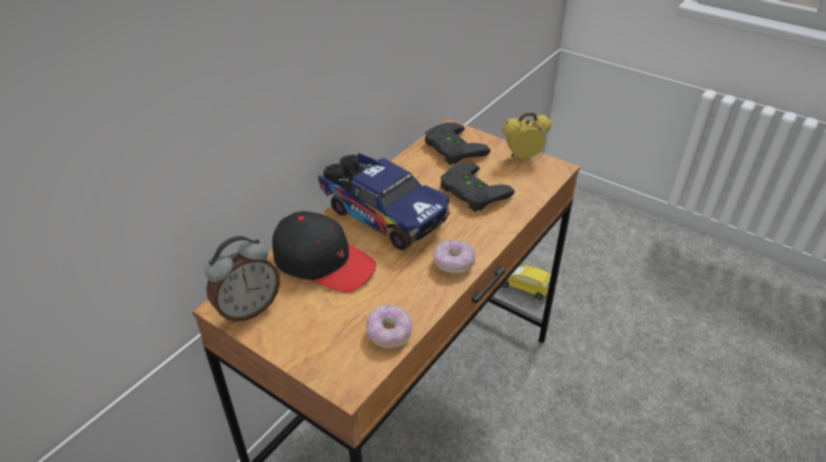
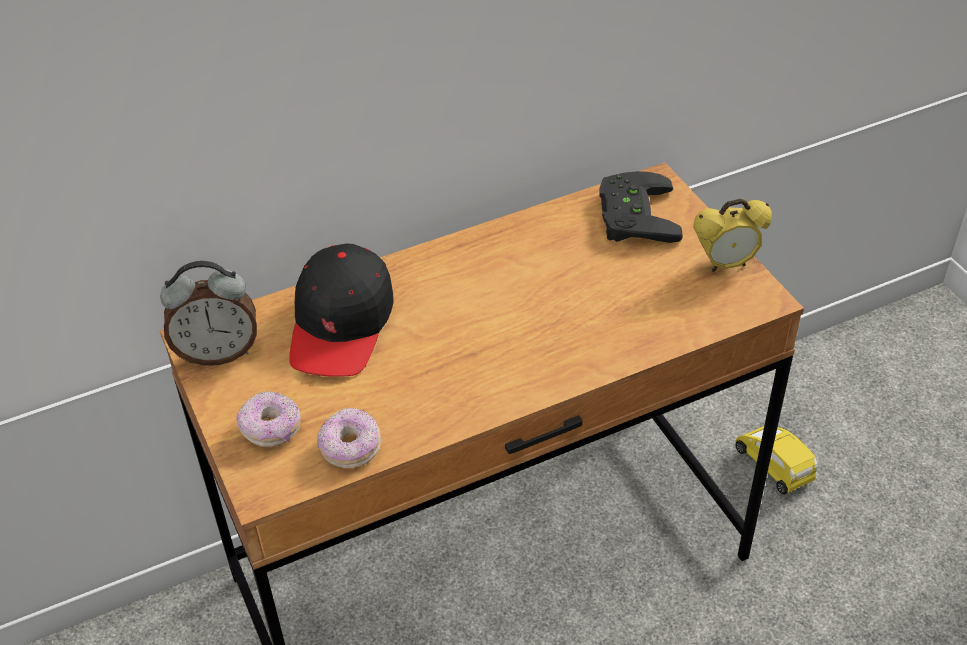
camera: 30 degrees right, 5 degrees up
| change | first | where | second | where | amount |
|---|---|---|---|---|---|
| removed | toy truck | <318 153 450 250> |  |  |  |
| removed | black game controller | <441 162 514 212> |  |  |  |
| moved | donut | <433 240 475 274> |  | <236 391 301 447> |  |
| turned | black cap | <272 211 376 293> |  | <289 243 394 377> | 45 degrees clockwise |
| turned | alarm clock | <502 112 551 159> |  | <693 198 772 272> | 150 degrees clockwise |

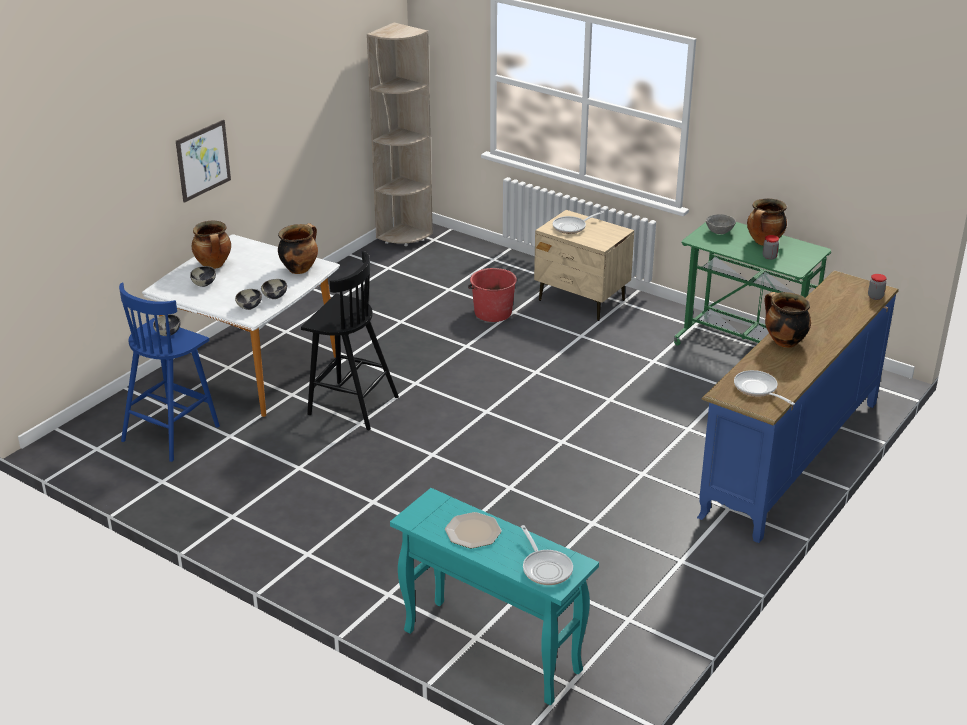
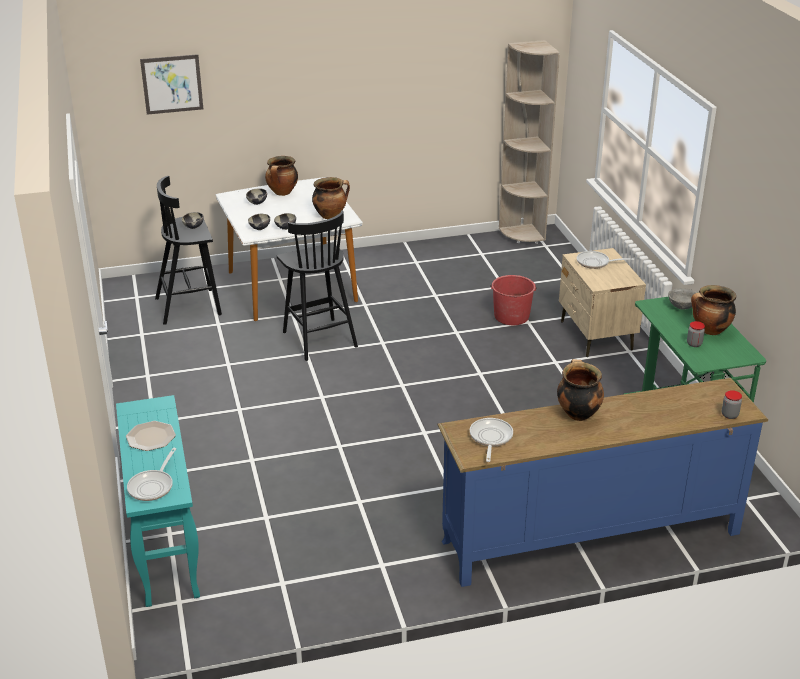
camera: 40 degrees right, 0 degrees up
| change | first | where | second | where | amount |
|---|---|---|---|---|---|
| moved | picture | <176 120 231 203> |  | <140 54 203 115> |  |
| recoloured | blue stool | <119 283 220 462> | black stool | <155 176 222 325> |  |

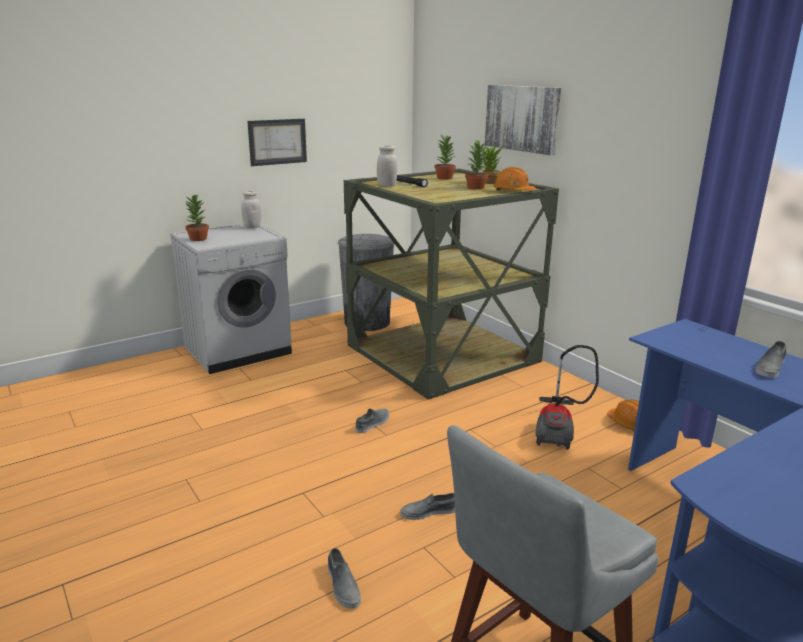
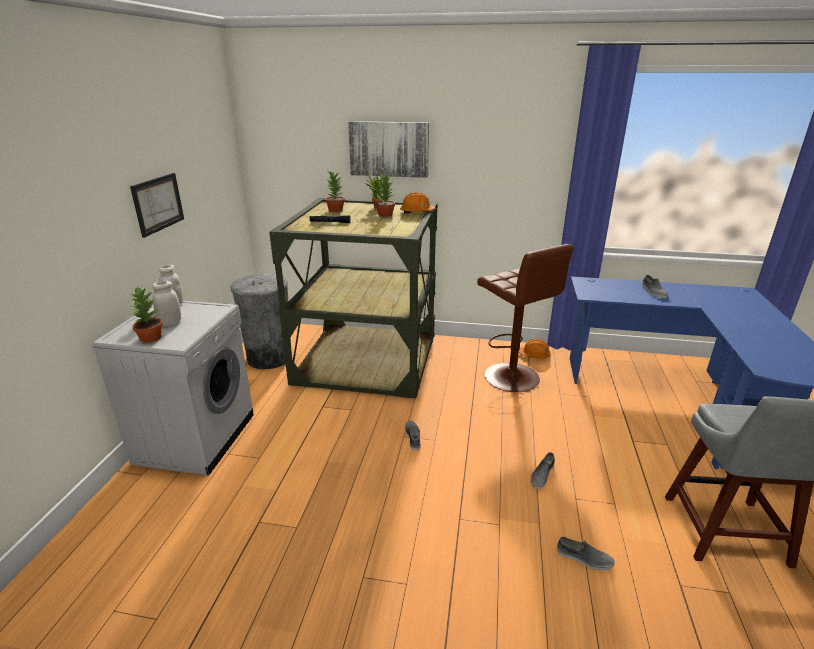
camera: 45 degrees left, 5 degrees up
| change | first | where | second | where | amount |
|---|---|---|---|---|---|
| moved | white jar | <377 146 397 186> |  | <152 281 181 326> |  |
| replaced | vacuum cleaner | <535 345 599 450> | brown stool | <477 244 574 392> |  |

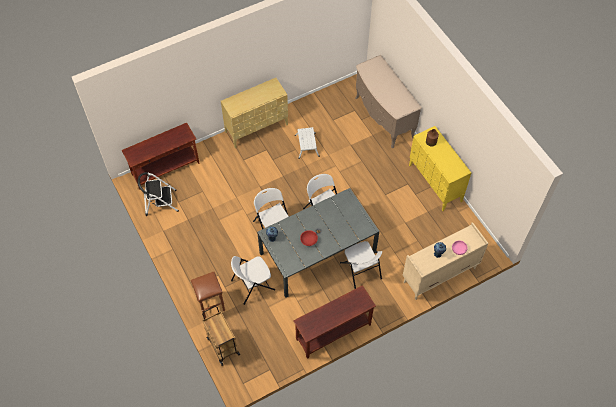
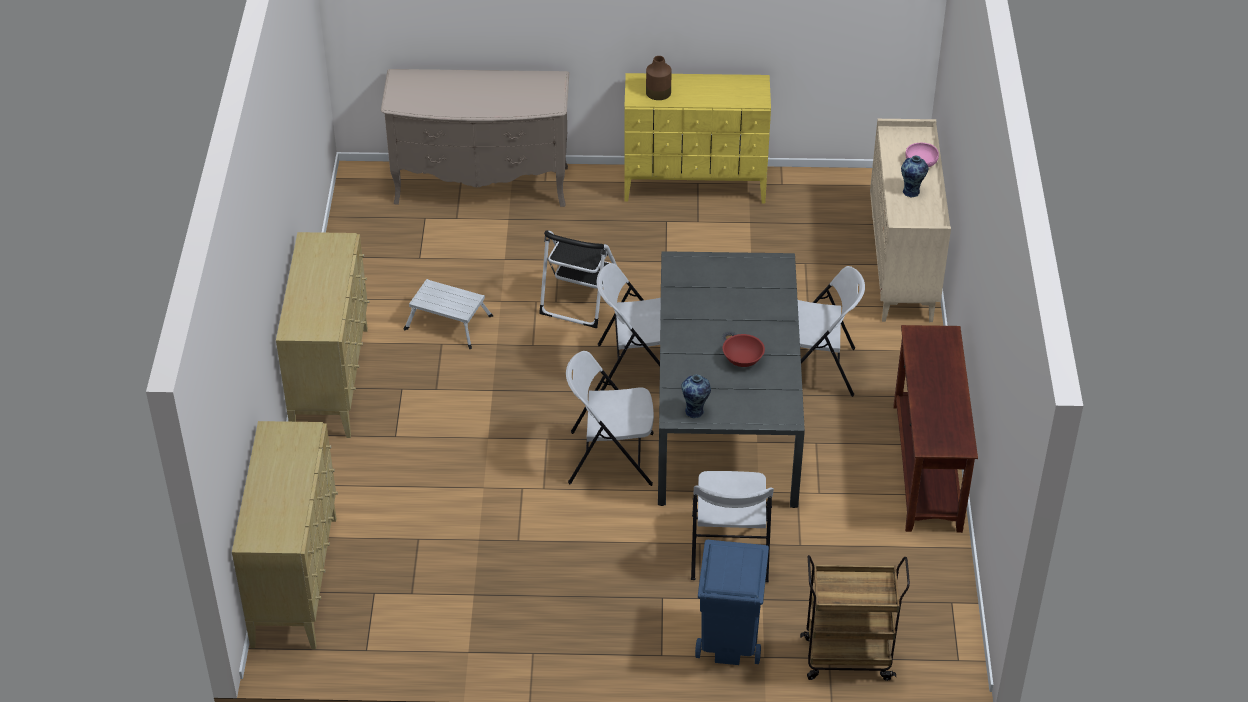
camera: 60 degrees left, 15 degrees down
| change | first | where | second | where | amount |
|---|---|---|---|---|---|
| moved | step ladder | <138 172 179 216> |  | <539 230 617 328> |  |
| replaced | brown console table | <122 123 200 190> | beige dresser | <232 421 338 649> |  |
| replaced | brown stool | <191 272 225 318> | blue trash can | <695 540 769 665> |  |

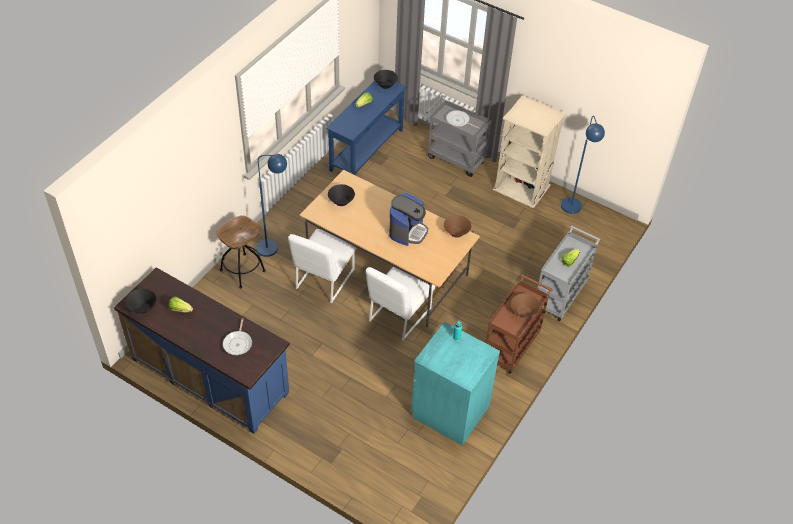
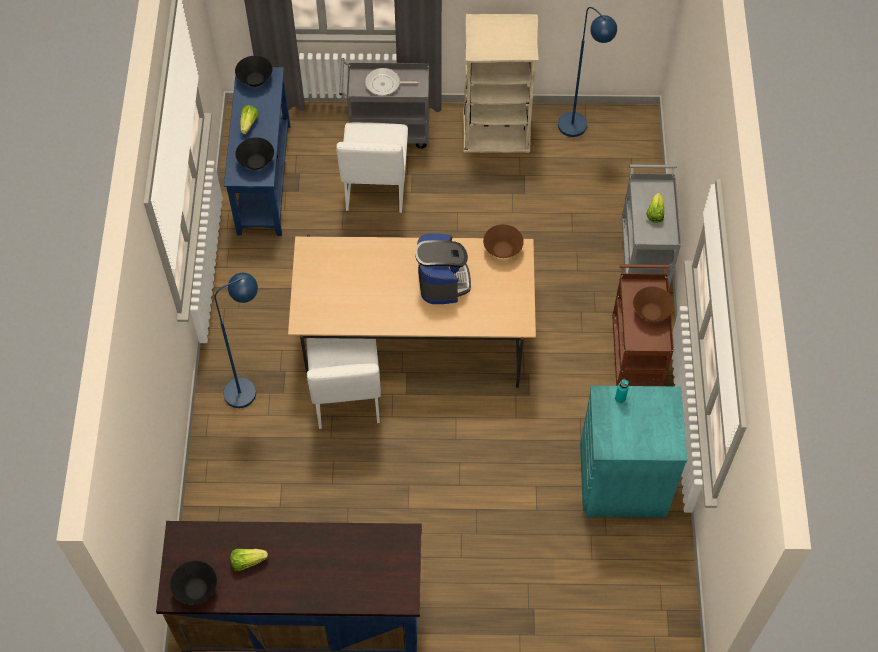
camera: 30 degrees left, 10 degrees up
| change | first | where | second | where | amount |
|---|---|---|---|---|---|
| removed | brown stool | <216 215 266 289> |  |  |  |
| removed | frying pan | <223 318 252 355> |  |  |  |
| moved | black bowl | <328 184 355 206> |  | <235 137 274 170> |  |
| moved | white chair | <366 266 435 341> |  | <336 122 408 213> |  |

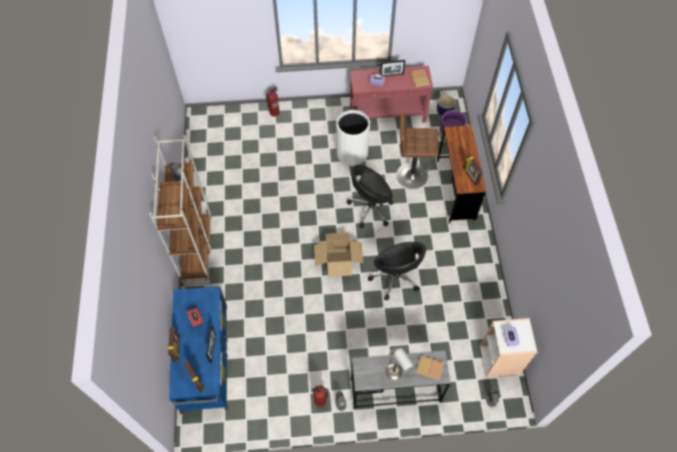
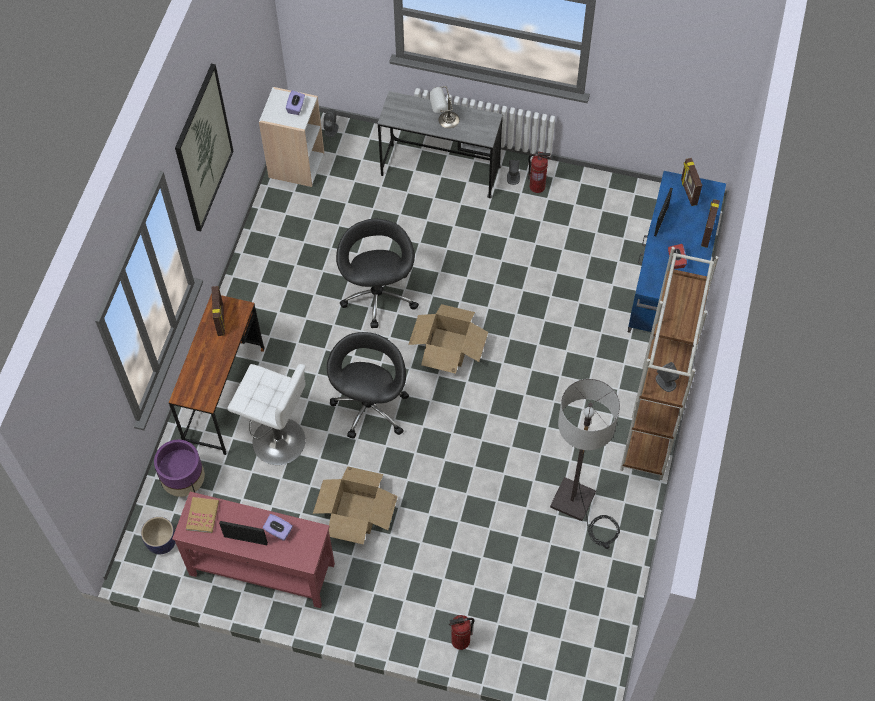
camera: 160 degrees left, 0 degrees up
| change | first | where | second | where | amount |
|---|---|---|---|---|---|
| removed | book | <416 356 444 380> |  |  |  |
| added |  |  | picture | <175 64 233 231> |  |
| added |  |  | floor lamp | <550 379 620 549> |  |
| replaced | white trash can | <336 110 370 166> | cardboard box | <313 466 398 545> |  |
| recoloured | brown stool | <396 113 438 189> | white stool | <227 364 306 465> |  |
| turned | black office chair | <347 165 393 228> |  | <327 332 409 439> | 60 degrees counterclockwise |

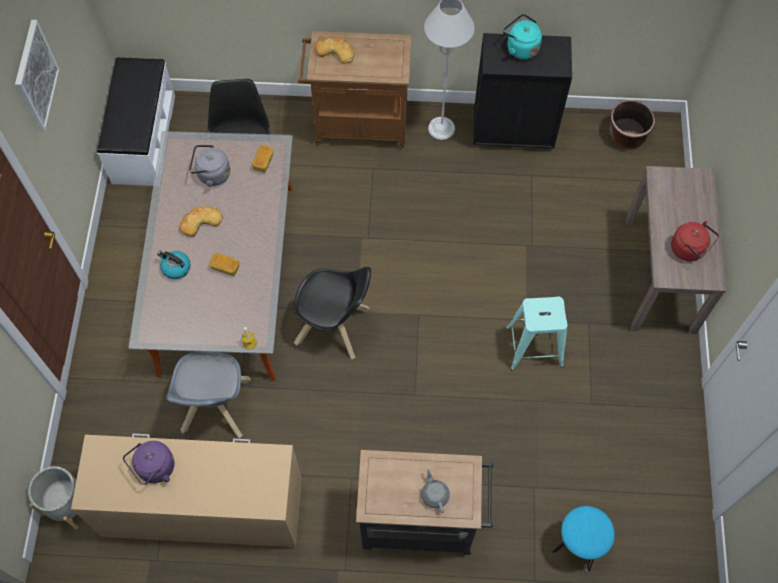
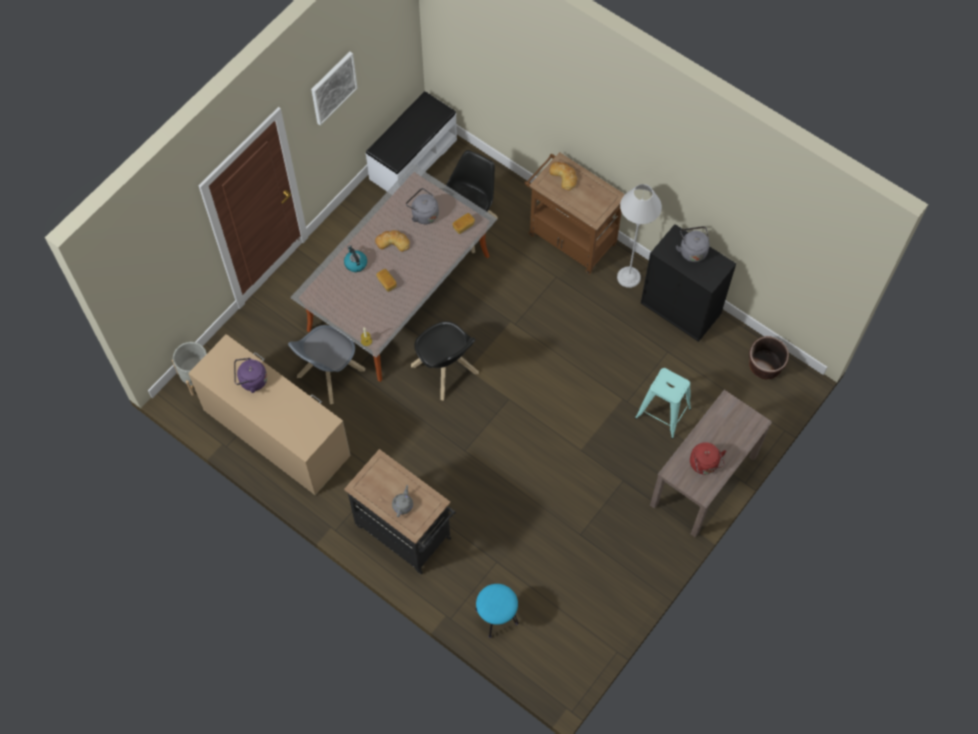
camera: 35 degrees right, 0 degrees up
| change | first | where | second | where | amount |
|---|---|---|---|---|---|
| moved | turquoise stool | <506 297 567 370> |  | <635 368 691 439> |  |
| recoloured | turquoise kettle | <503 14 542 60> | grey kettle | <676 226 710 262> |  |

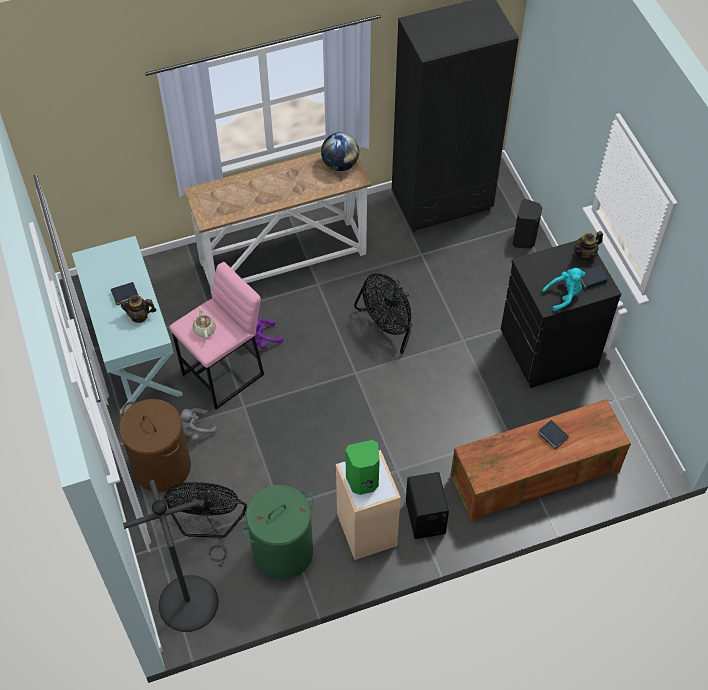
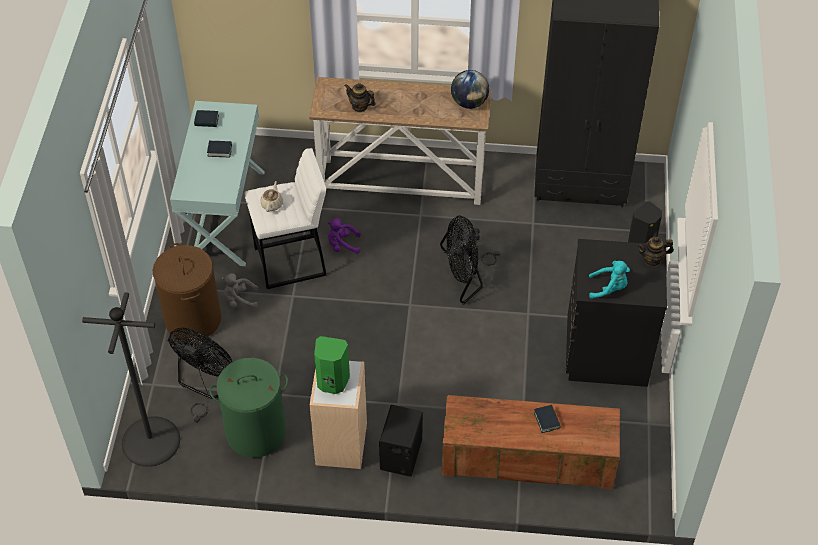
camera: 25 degrees right, 5 degrees down
| change | first | where | second | where | amount |
|---|---|---|---|---|---|
| moved | teapot | <118 295 156 323> |  | <344 83 376 112> |  |
| moved | book | <580 266 608 289> |  | <194 110 219 127> |  |
| recoloured | pink stool | <170 262 264 410> | white stool | <245 148 326 289> |  |

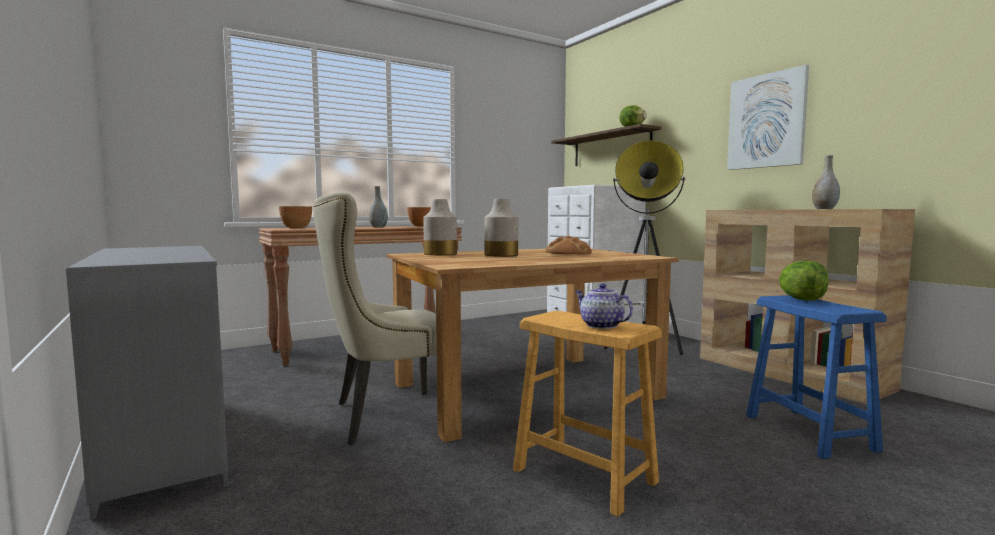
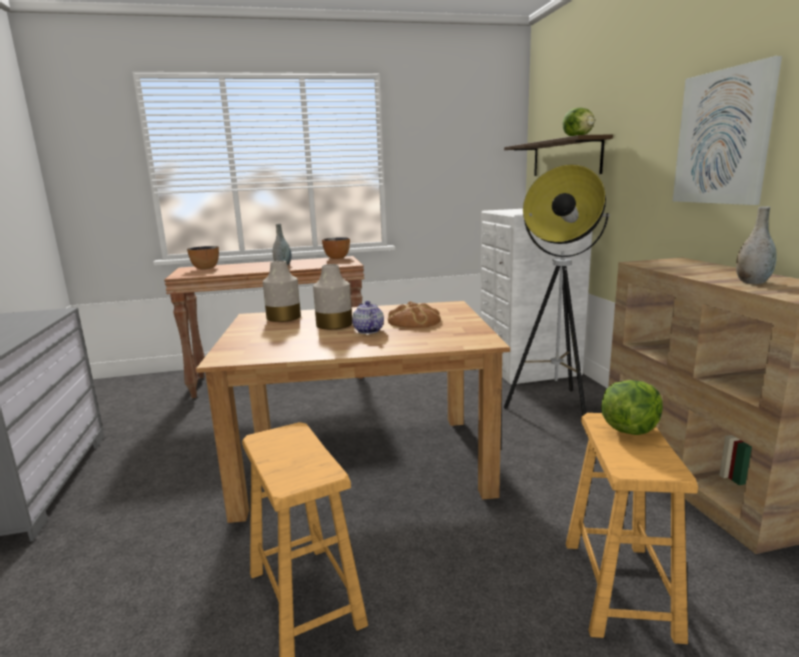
camera: 20 degrees right, 10 degrees up
| change | first | where | second | where | amount |
|---|---|---|---|---|---|
| removed | beige chair | <313 192 437 445> |  |  |  |
| moved | teapot | <575 284 633 329> |  | <352 301 384 334> |  |
| recoloured | blue stool | <746 295 887 459> | brown stool | <566 413 698 644> |  |

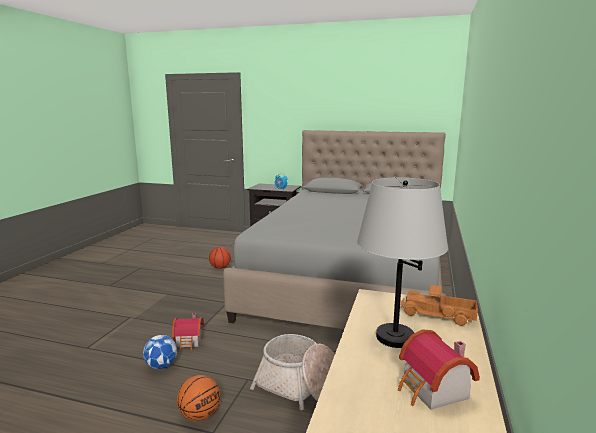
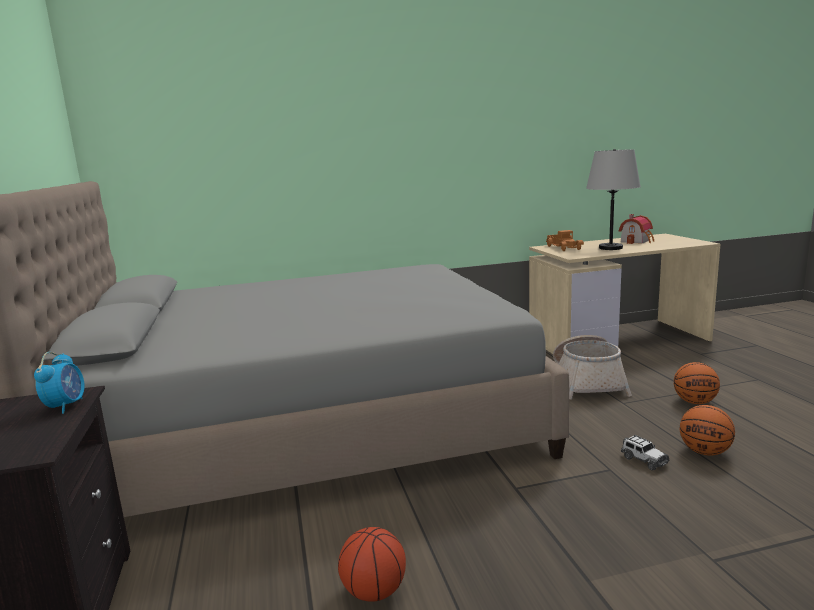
camera: 120 degrees left, 0 degrees up
| change | first | where | second | where | amount |
|---|---|---|---|---|---|
| replaced | football | <143 335 177 369> | basketball | <680 405 735 456> |  |
| replaced | toy house | <172 313 204 351> | toy car | <621 435 670 470> |  |

